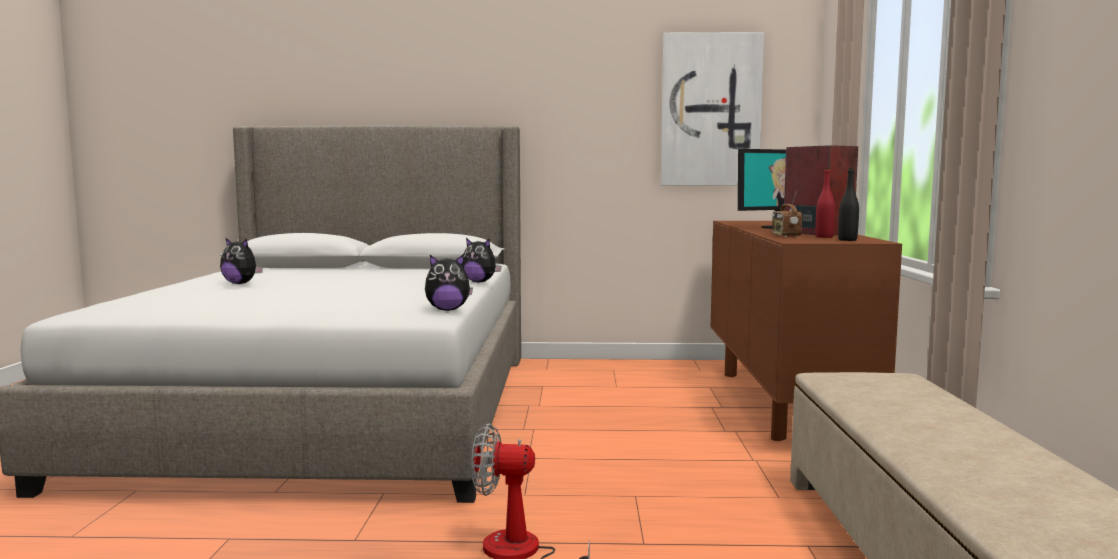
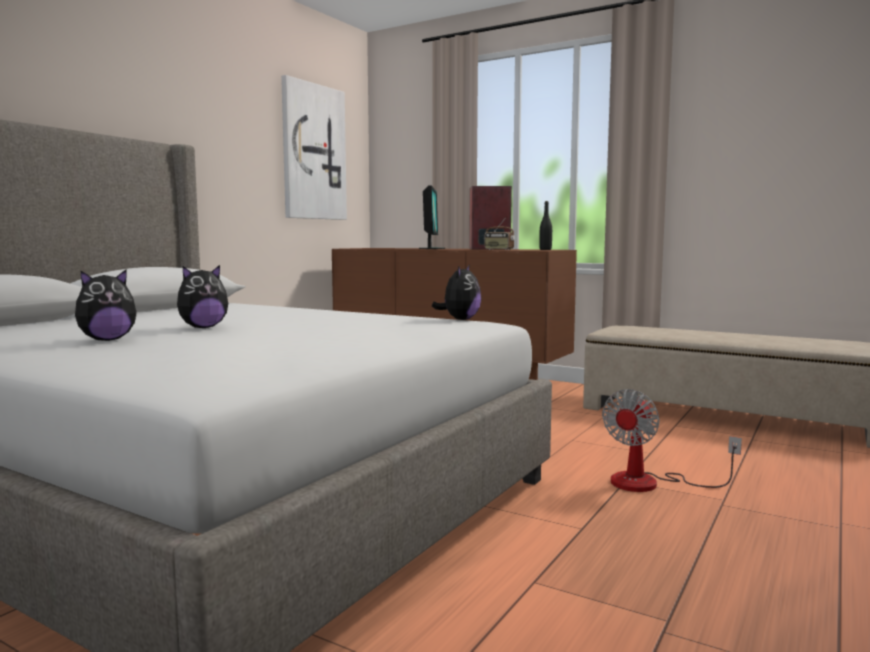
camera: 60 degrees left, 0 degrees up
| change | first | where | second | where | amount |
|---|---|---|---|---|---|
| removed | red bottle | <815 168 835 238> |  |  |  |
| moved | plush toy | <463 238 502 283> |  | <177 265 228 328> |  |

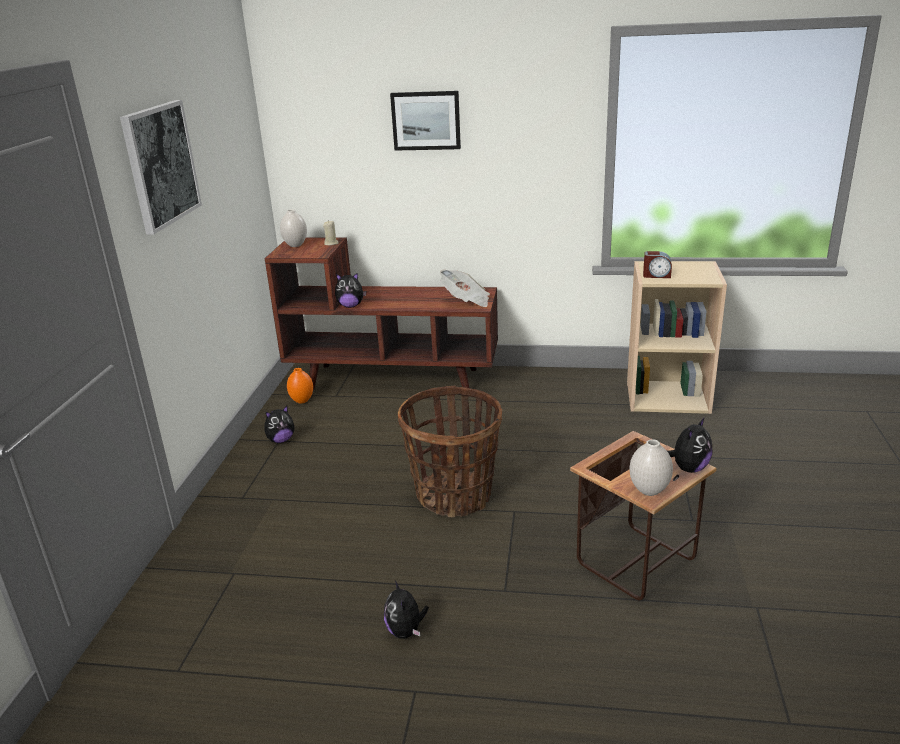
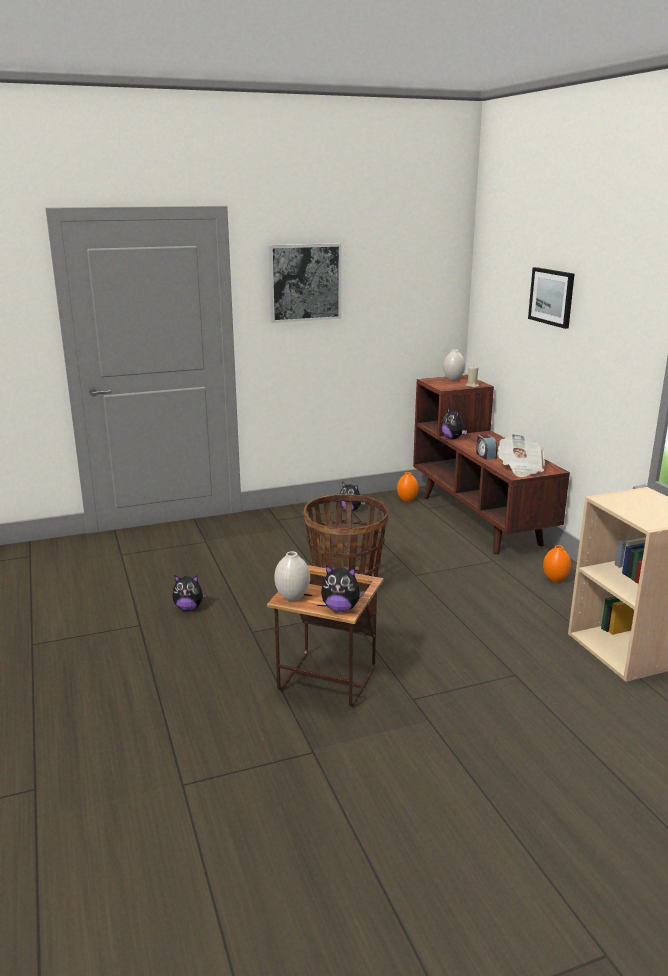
camera: 60 degrees right, 5 degrees down
| change | first | where | second | where | amount |
|---|---|---|---|---|---|
| added |  |  | orange vase | <543 545 571 582> |  |
| moved | alarm clock | <643 251 672 278> |  | <476 434 497 460> |  |
| turned | plush toy | <384 580 429 639> |  | <173 576 207 611> | 135 degrees counterclockwise |

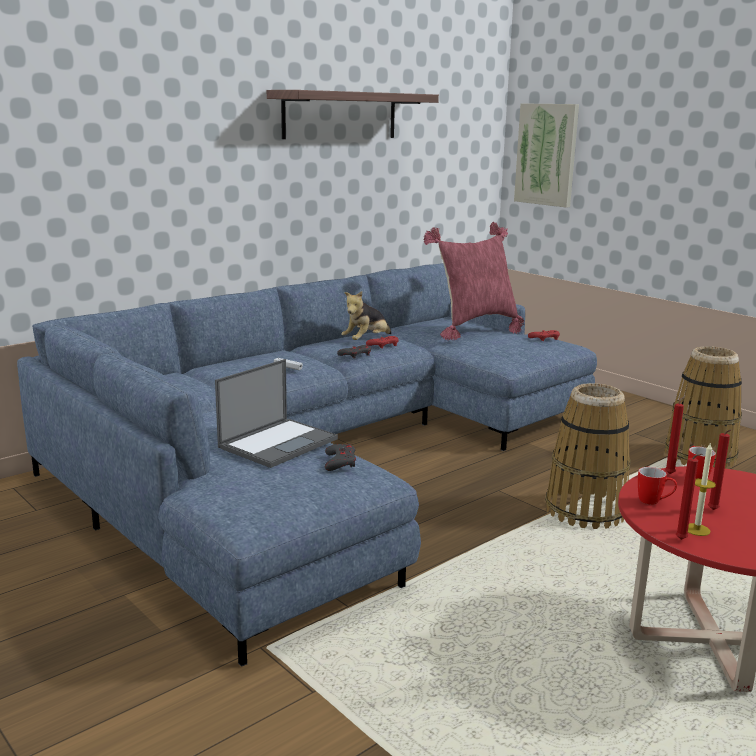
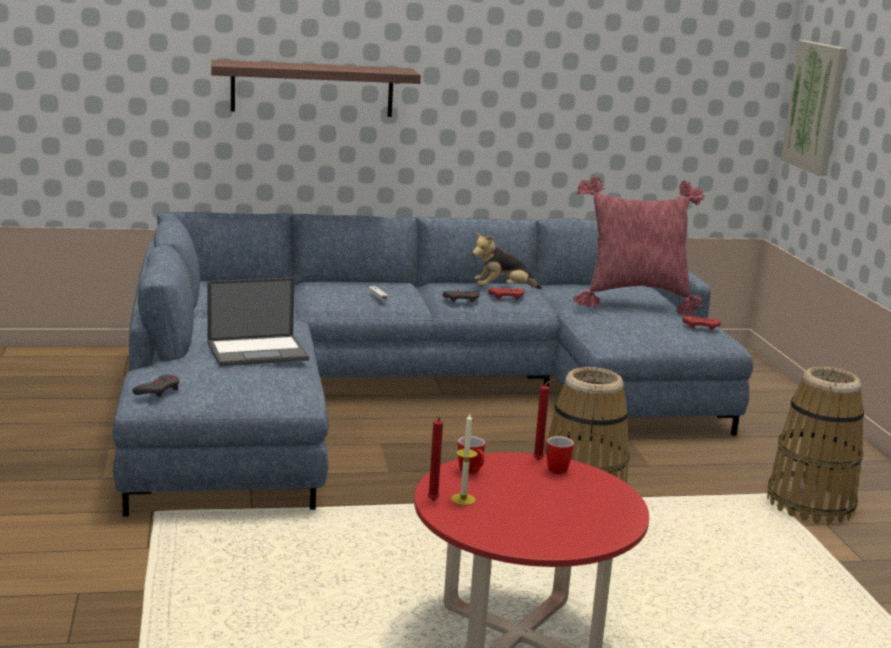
camera: 30 degrees right, 0 degrees up
| change | first | where | second | where | amount |
|---|---|---|---|---|---|
| removed | red candle | <708 429 731 510> |  |  |  |
| moved | shelf | <267 90 439 139> |  | <211 60 421 117> |  |
| moved | grey game controller | <325 444 356 471> |  | <132 374 180 397> |  |

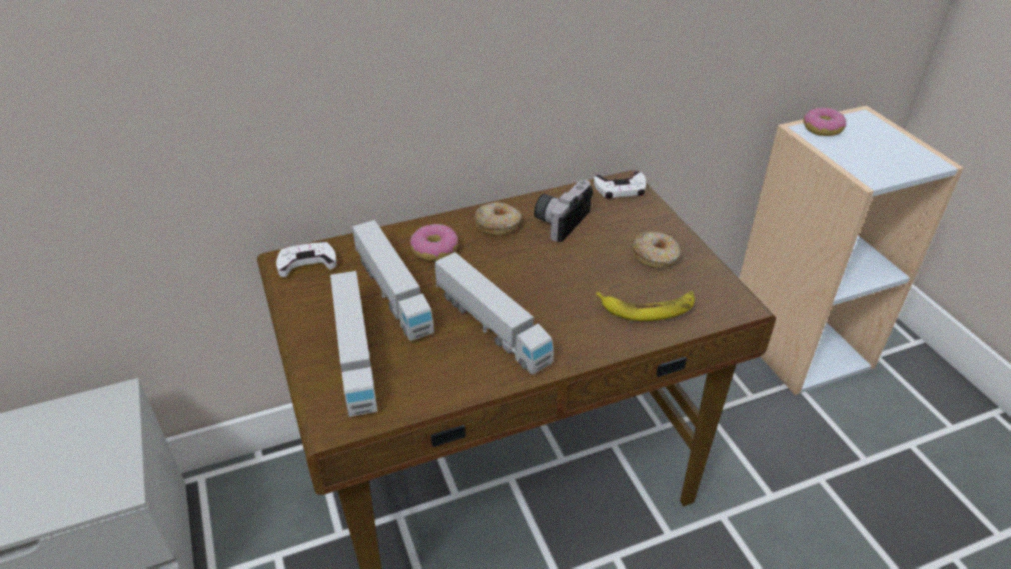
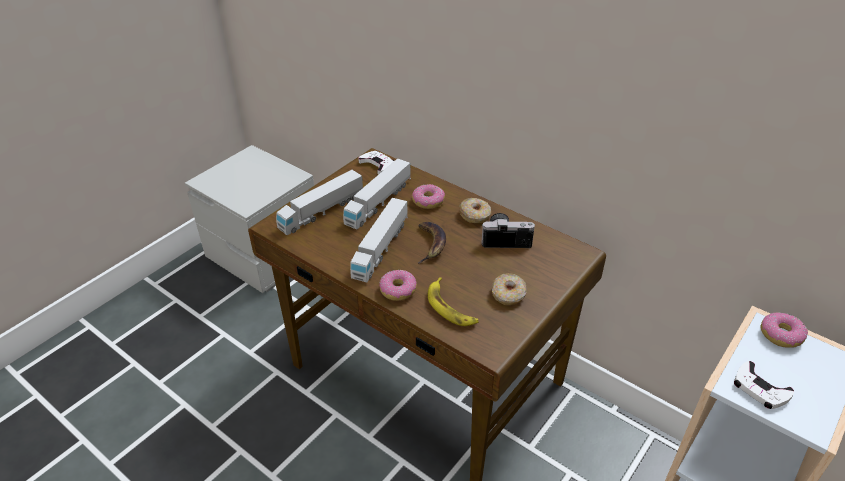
camera: 60 degrees right, 0 degrees up
| change | first | where | second | where | amount |
|---|---|---|---|---|---|
| added |  |  | donut | <379 270 417 301> |  |
| added |  |  | banana | <418 222 446 264> |  |
| moved | white game controller | <594 171 646 199> |  | <734 361 794 409> |  |

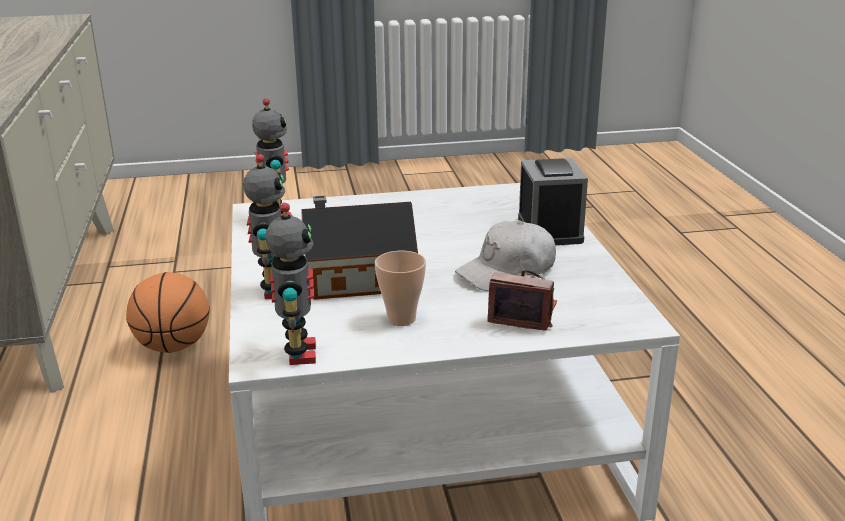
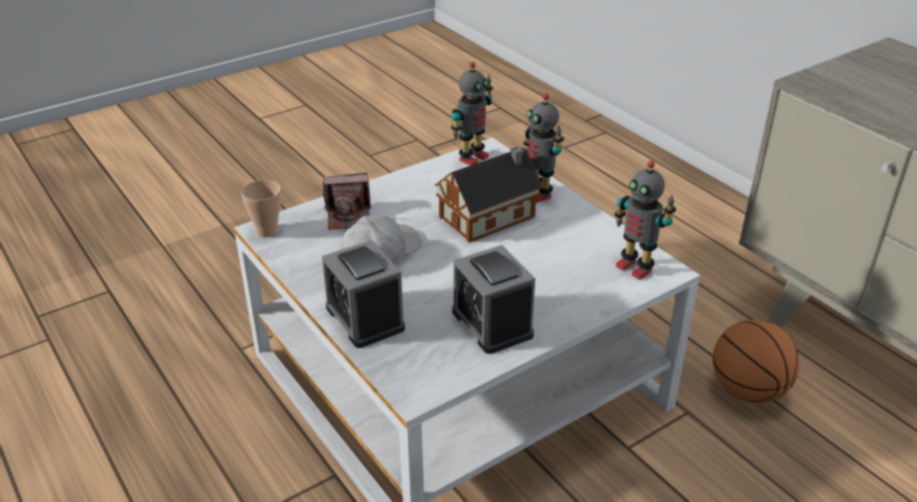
camera: 155 degrees right, 10 degrees up
| change | first | where | second | where | amount |
|---|---|---|---|---|---|
| added |  |  | alarm clock | <452 245 535 354> |  |
| moved | cup | <375 251 426 326> |  | <241 180 281 237> |  |
| turned | toy robot | <265 203 316 365> |  | <451 62 493 166> | 105 degrees counterclockwise |

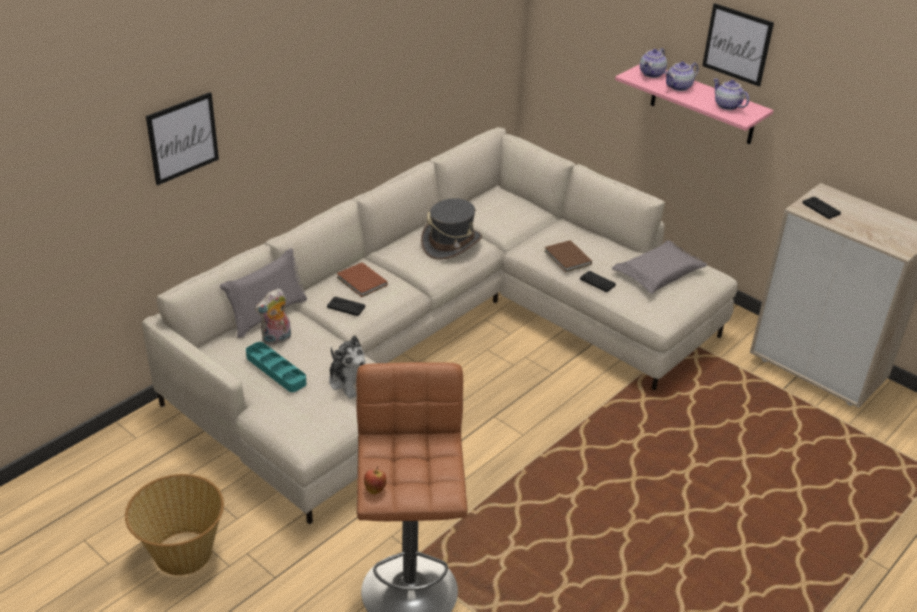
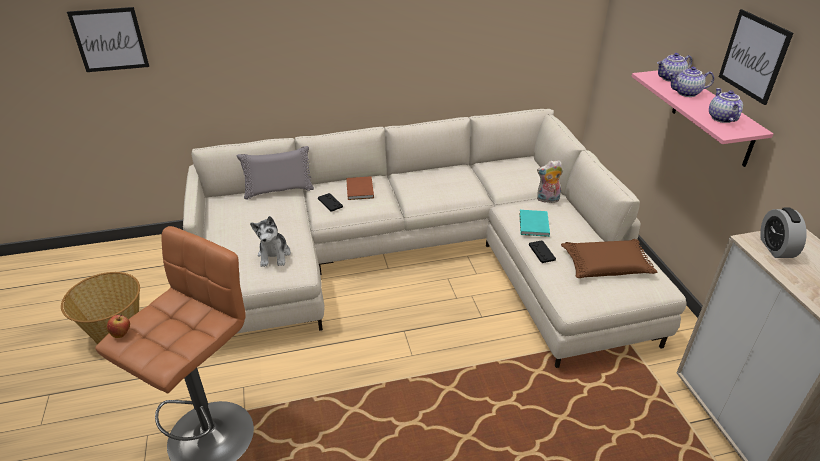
camera: 35 degrees right, 0 degrees up
| change | first | where | second | where | amount |
|---|---|---|---|---|---|
| removed | turquoise tray | <246 342 306 392> |  |  |  |
| removed | grey hat | <421 198 482 260> |  |  |  |
| moved | picture | <146 92 219 185> |  | <67 7 149 72> |  |
| moved | plush toy | <255 288 291 345> |  | <537 160 563 203> |  |
| replaced | black game controller | <802 197 841 219> | alarm clock | <760 207 807 258> |  |
| recoloured | brown book | <544 240 592 272> | turquoise book | <519 210 550 237> |  |
| recoloured | grey pillow | <612 240 707 294> | brown pillow | <561 239 657 278> |  |

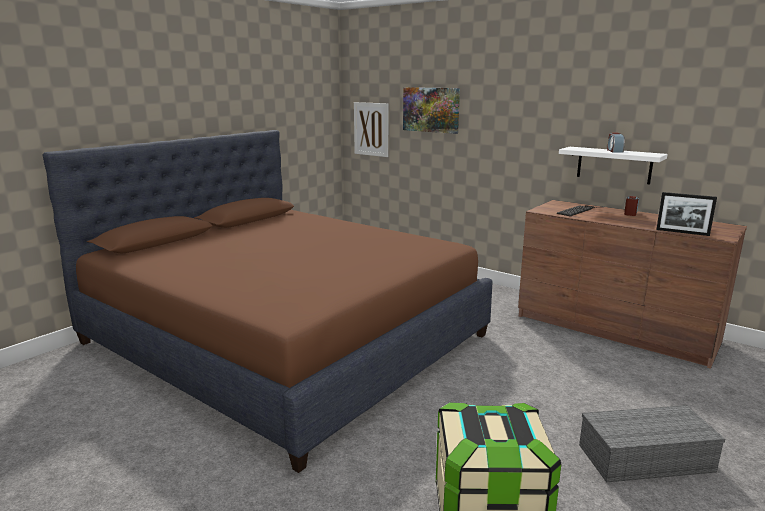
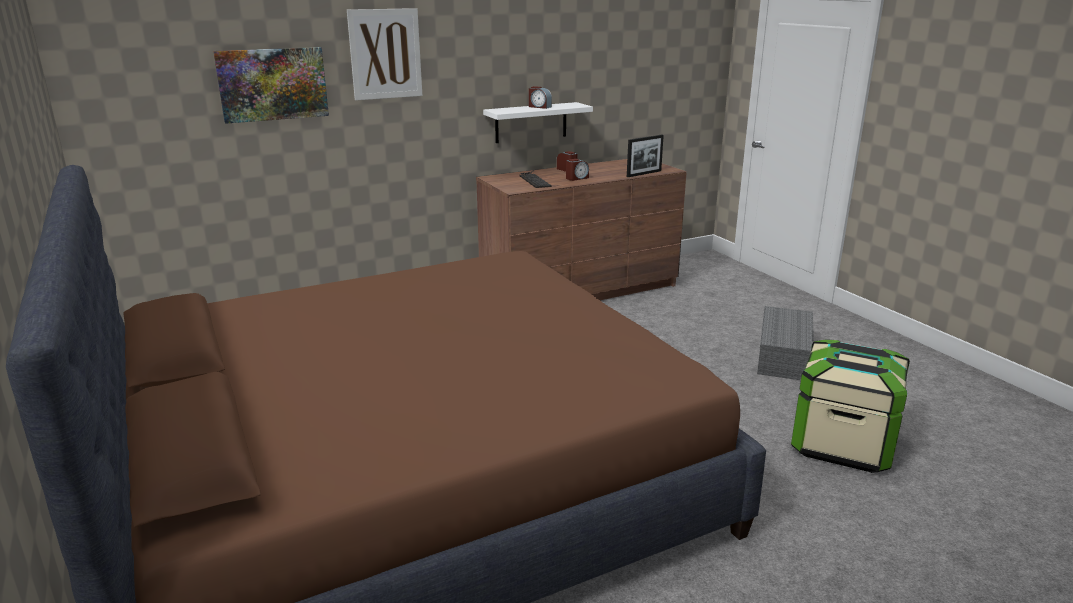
camera: 65 degrees left, 5 degrees up
| change | first | where | second | where | amount |
|---|---|---|---|---|---|
| added |  |  | alarm clock | <566 159 589 181> |  |
| moved | picture | <354 102 388 157> |  | <347 8 422 100> |  |

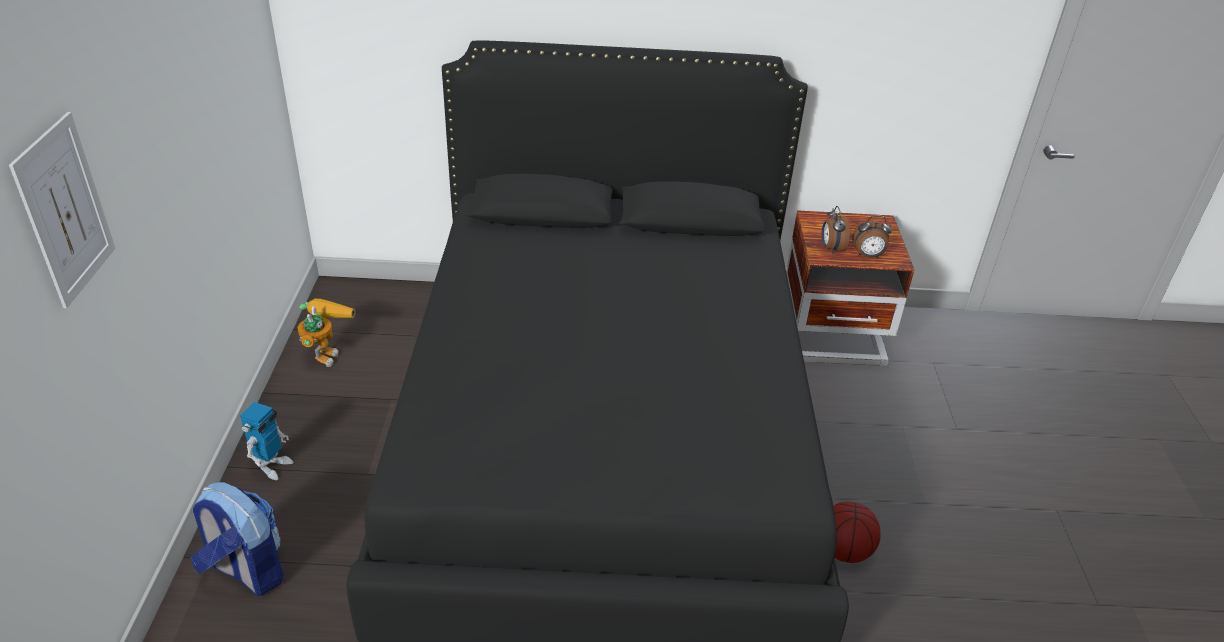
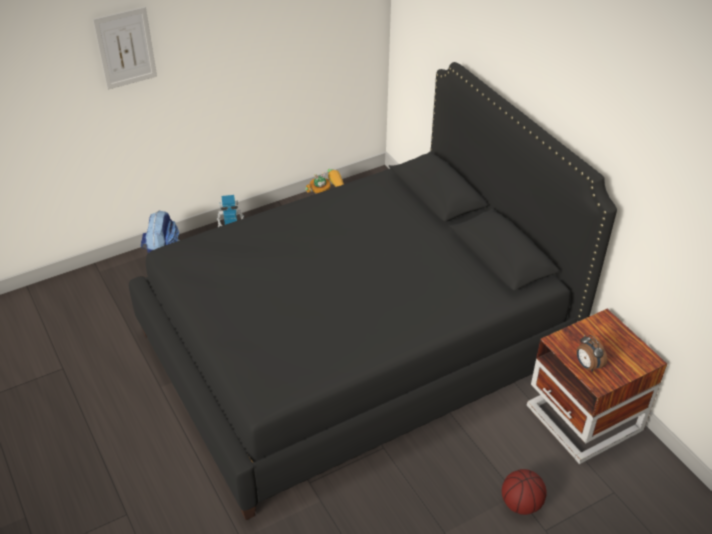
camera: 60 degrees right, 5 degrees up
| change | first | where | second | where | amount |
|---|---|---|---|---|---|
| removed | alarm clock | <822 206 850 254> |  |  |  |
| moved | basketball | <833 502 881 563> |  | <502 469 547 515> |  |

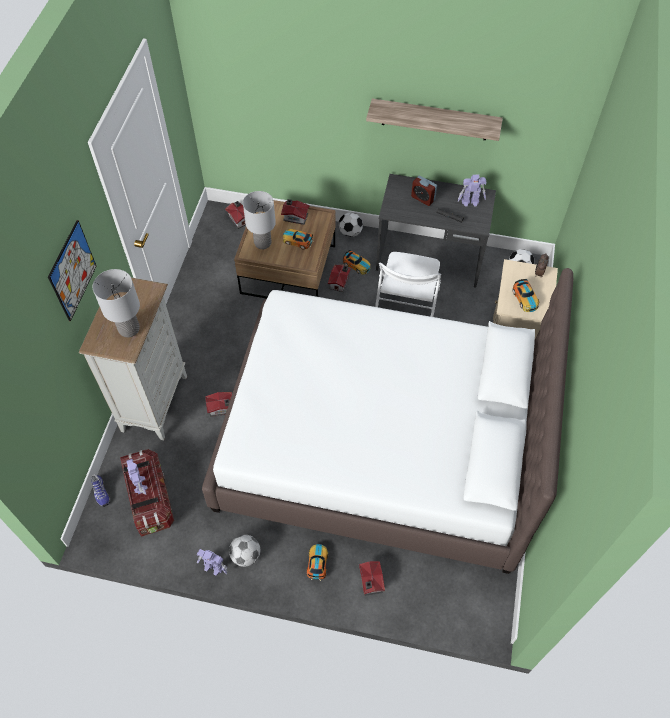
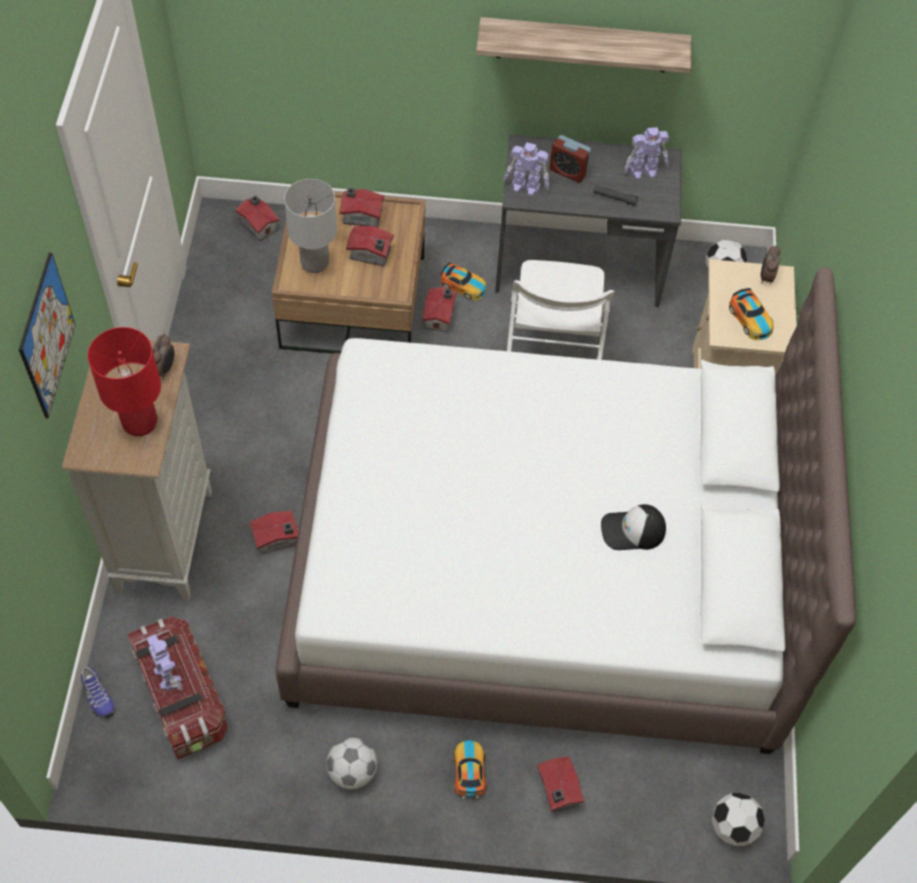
camera: 10 degrees left, 0 degrees up
| change | first | where | second | where | amount |
|---|---|---|---|---|---|
| added |  |  | alarm clock | <152 334 175 380> |  |
| added |  |  | cap | <601 504 666 550> |  |
| moved | toy robot | <197 549 227 576> |  | <503 142 549 196> |  |
| moved | football | <339 212 363 237> |  | <712 793 765 846> |  |
| replaced | toy car | <283 229 313 250> | toy house | <346 226 394 266> |  |
| recoloured | grey table lamp | <93 269 140 337> | red table lamp | <87 327 161 436> |  |

